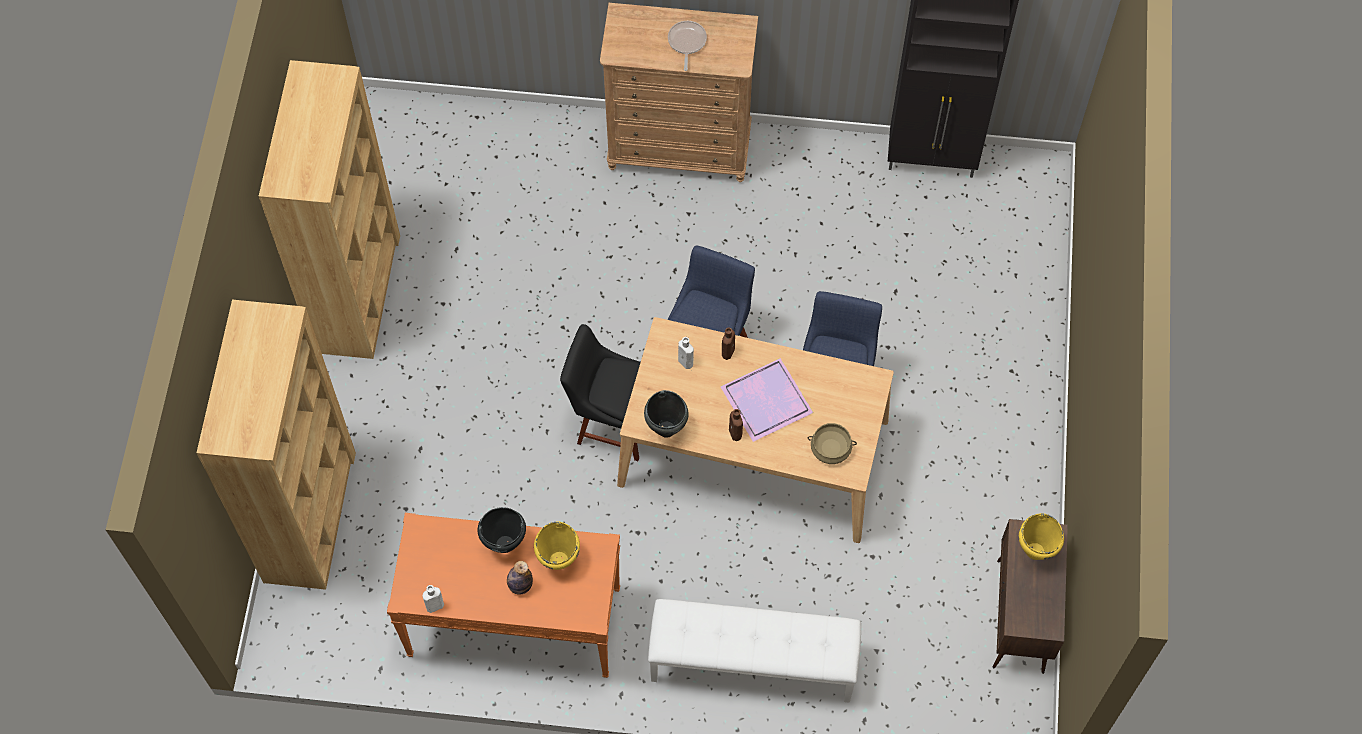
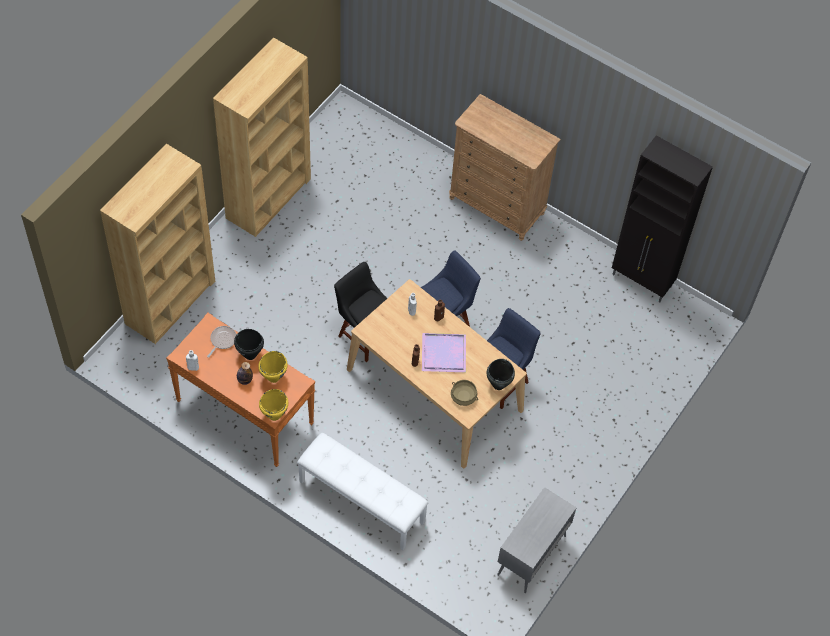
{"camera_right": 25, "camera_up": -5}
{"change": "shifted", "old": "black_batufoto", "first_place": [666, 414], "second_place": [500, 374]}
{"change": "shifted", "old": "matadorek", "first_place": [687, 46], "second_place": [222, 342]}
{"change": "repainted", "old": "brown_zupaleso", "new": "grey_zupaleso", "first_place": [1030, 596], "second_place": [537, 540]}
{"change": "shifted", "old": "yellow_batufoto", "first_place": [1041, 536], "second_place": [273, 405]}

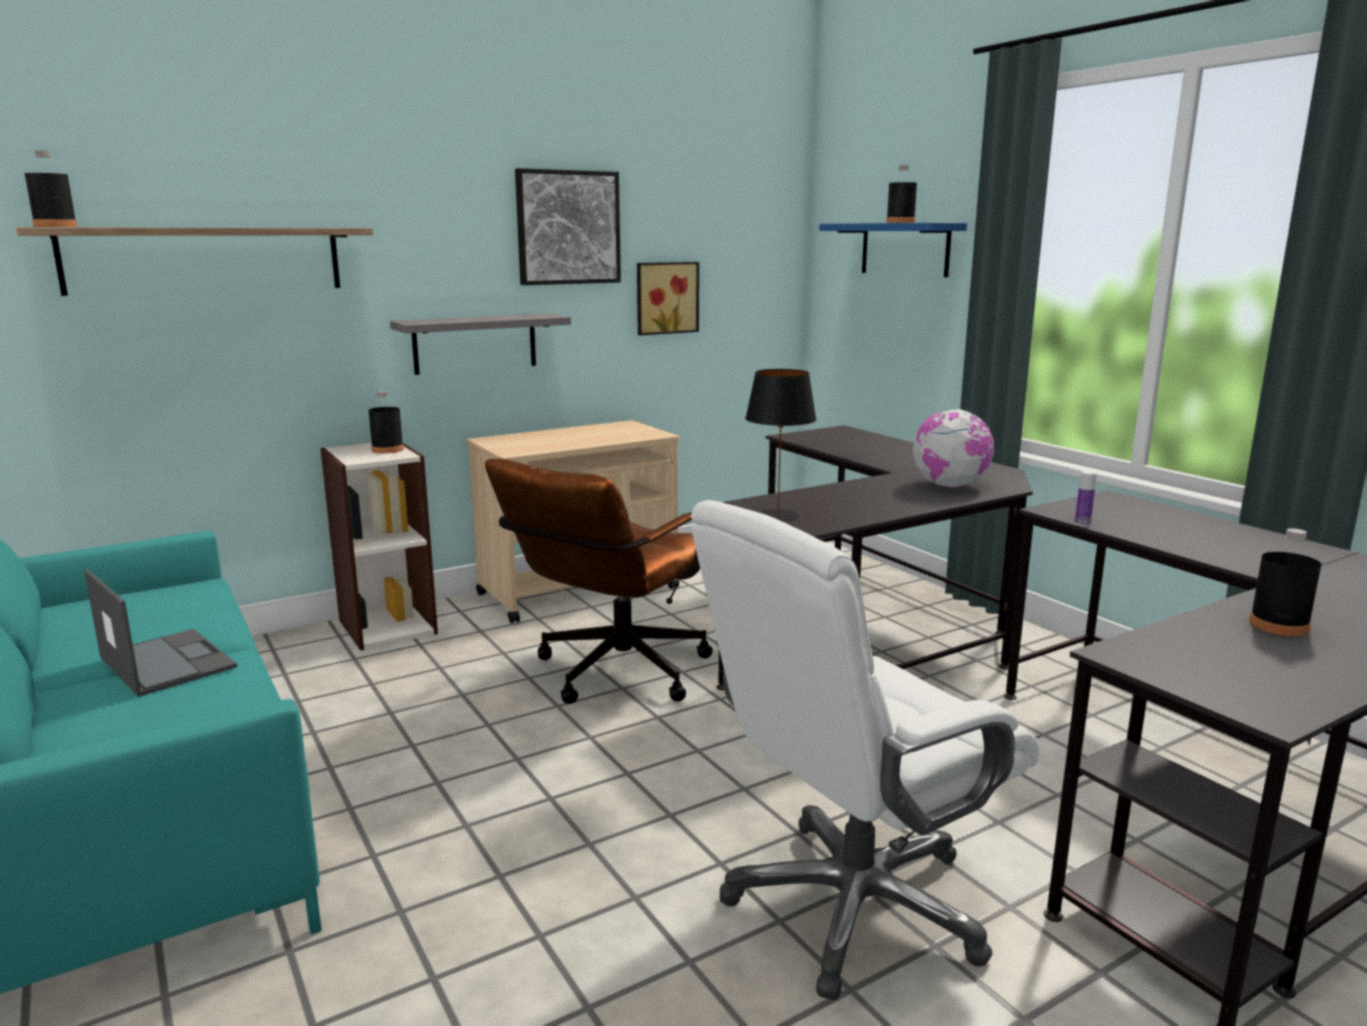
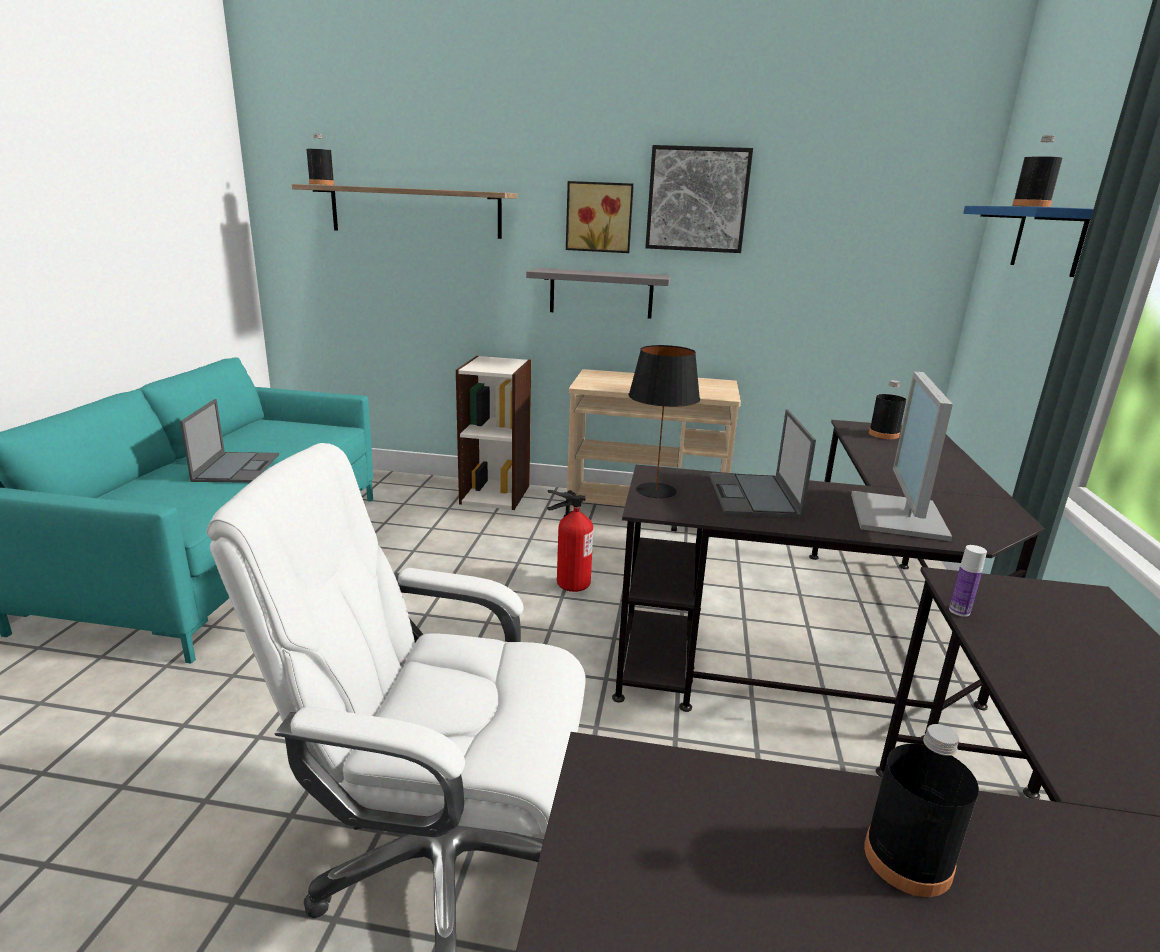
{"camera_right": 40, "camera_up": 5}
{"change": "shifted", "old": "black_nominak", "first_place": [386, 422], "second_place": [888, 409]}
{"change": "swapped", "old": "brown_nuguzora", "new": "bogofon", "first_place": [599, 581], "second_place": [570, 541]}
{"change": "shifted", "old": "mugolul", "first_place": [668, 298], "second_place": [600, 217]}
{"change": "swapped", "old": "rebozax", "new": "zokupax", "first_place": [953, 448], "second_place": [902, 456]}
{"change": "new", "new": "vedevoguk", "second_place": [762, 463]}

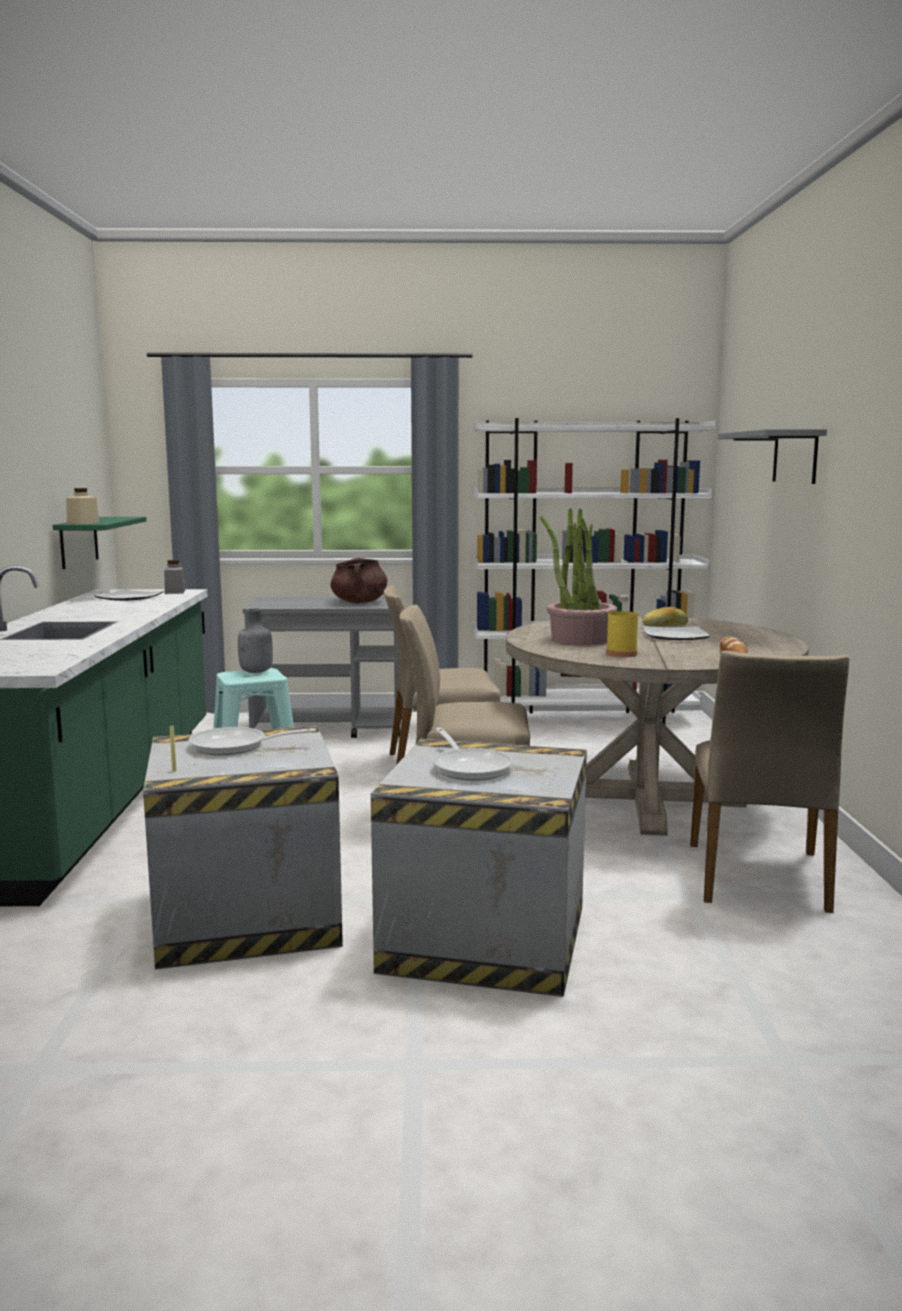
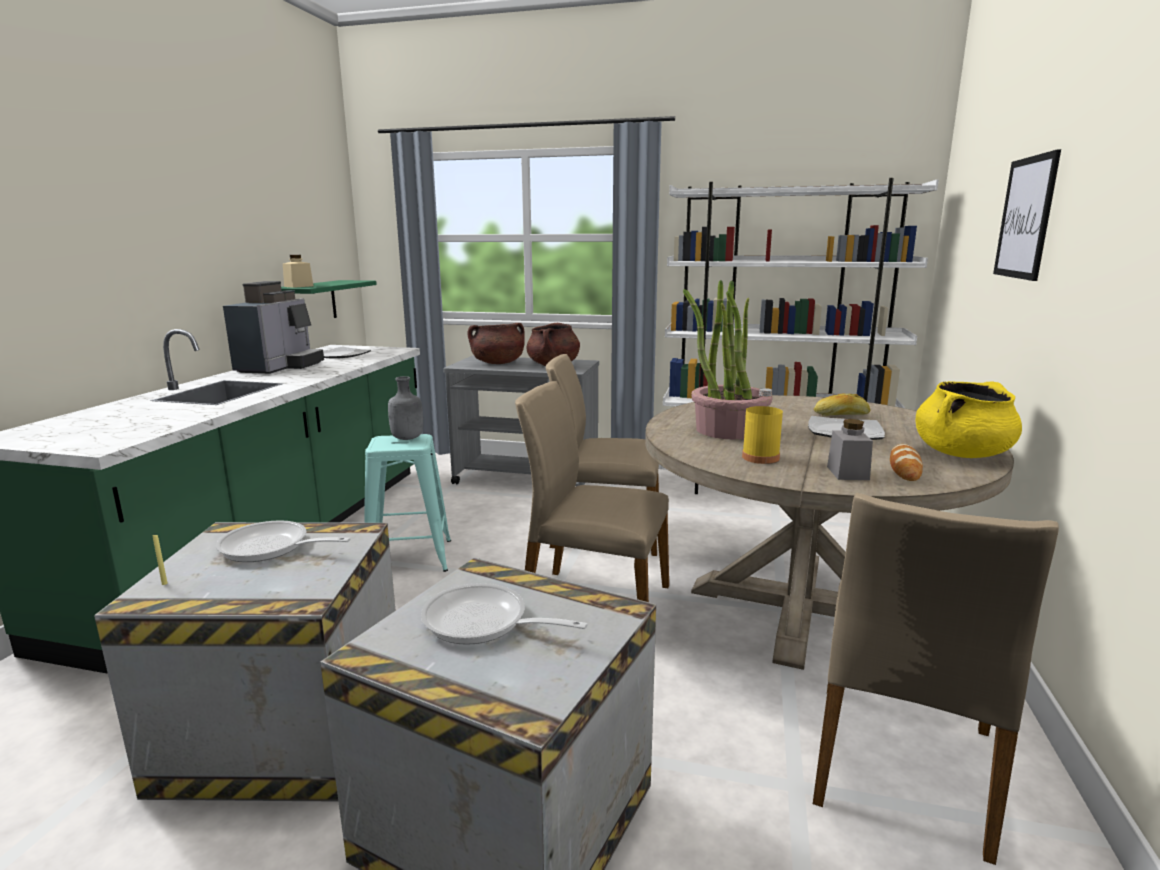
{"camera_right": 15, "camera_up": 5}
{"change": "shifted", "old": "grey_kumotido", "first_place": [174, 577], "second_place": [850, 449]}
{"change": "rotated", "old": "matadorek", "first_place": [473, 754], "second_place": [504, 614], "degrees": 120}
{"change": "swapped", "old": "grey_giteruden", "new": "mugolul", "first_place": [772, 456], "second_place": [1027, 215]}
{"change": "new", "new": "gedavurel", "second_place": [273, 327]}
{"change": "new", "new": "brown_batufoto", "second_place": [496, 343]}
{"change": "new", "new": "yellow_batufoto", "second_place": [968, 419]}

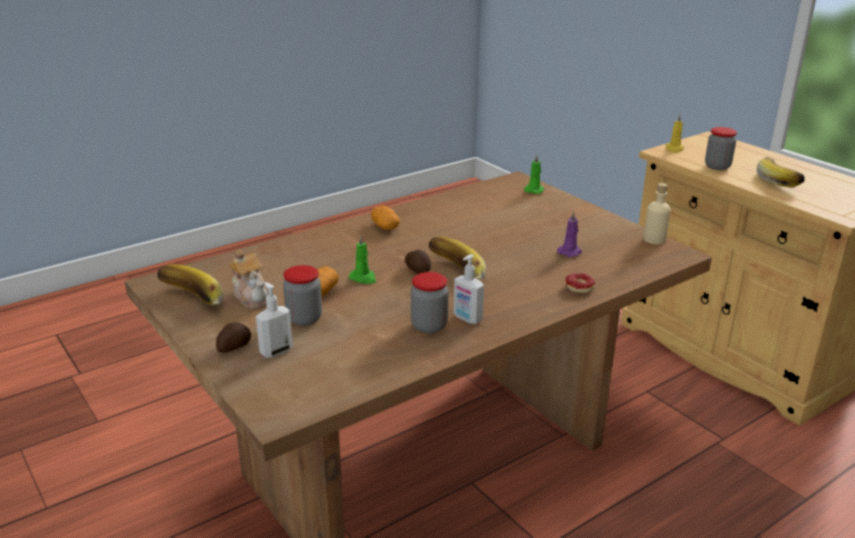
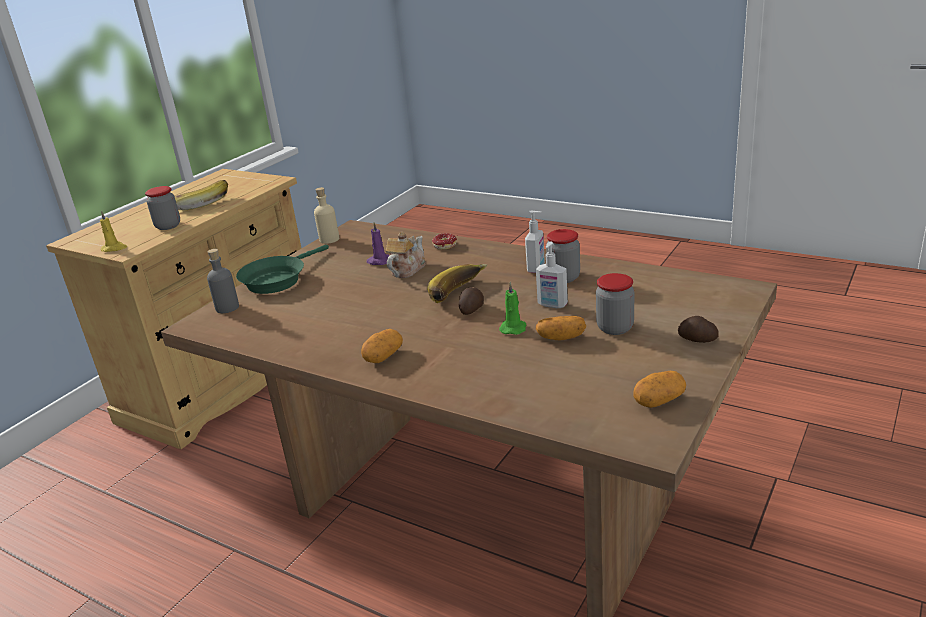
{"camera_right": -110, "camera_up": 0}
{"change": "swapped", "old": "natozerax", "new": "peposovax", "first_place": [190, 285], "second_place": [659, 389]}
{"change": "shifted", "old": "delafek", "first_place": [249, 279], "second_place": [406, 255]}
{"change": "shifted", "old": "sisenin", "first_place": [274, 320], "second_place": [552, 275]}
{"change": "swapped", "old": "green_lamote", "new": "grey_nominak", "first_place": [534, 174], "second_place": [223, 281]}
{"change": "new", "new": "green_matadorek", "second_place": [282, 269]}

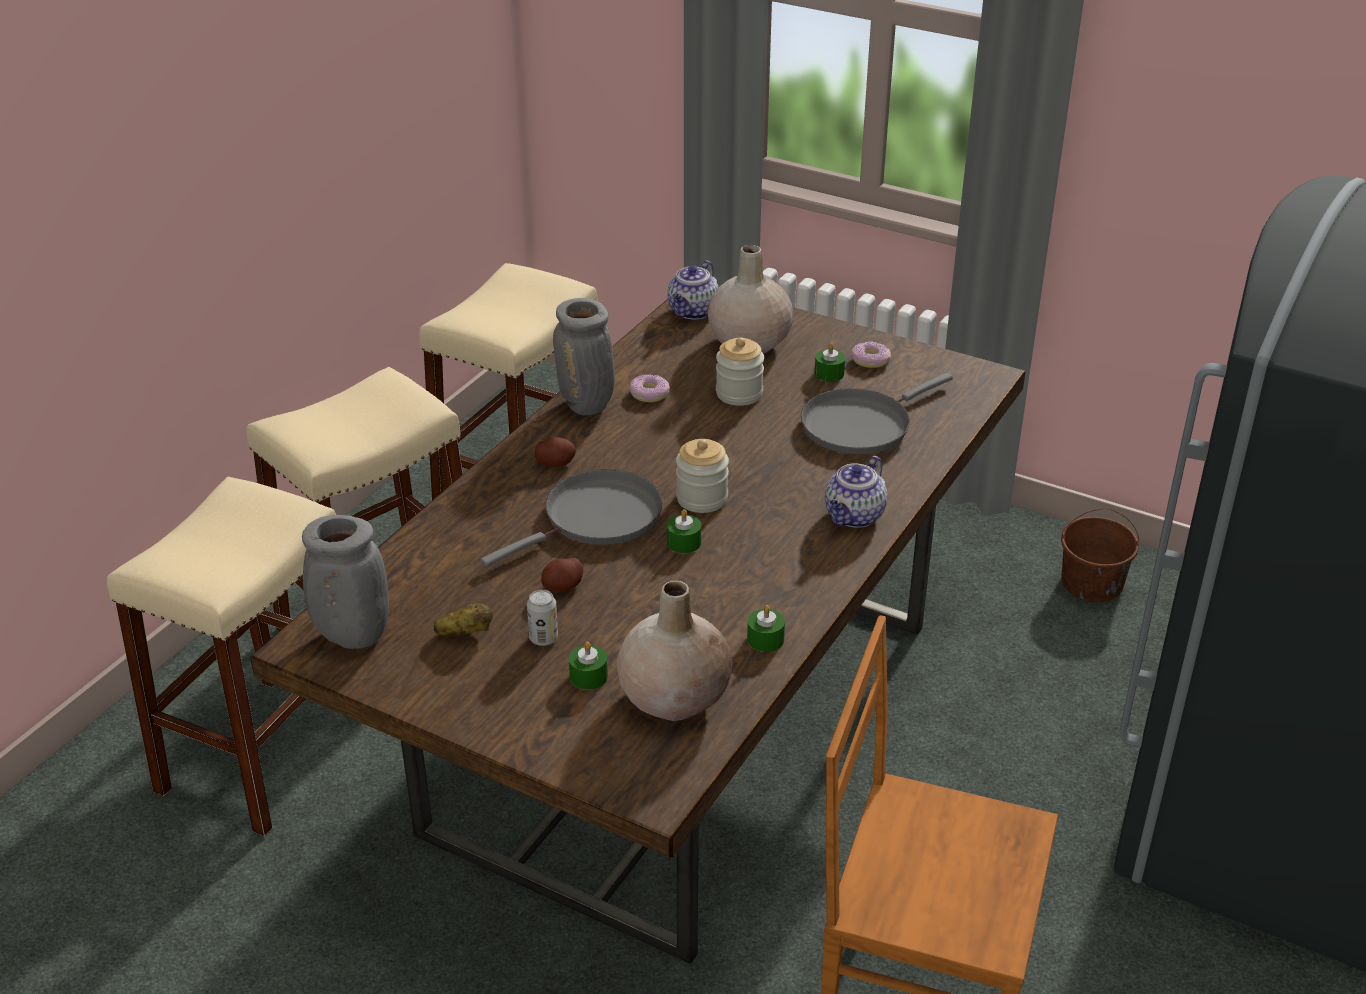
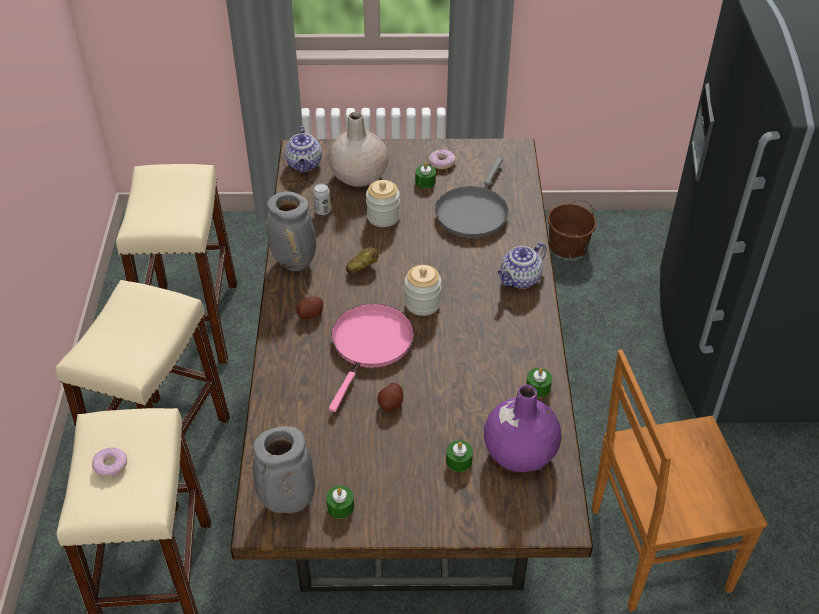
{"camera_right": -30, "camera_up": 10}
{"change": "shifted", "old": "peposovax", "first_place": [463, 619], "second_place": [362, 260]}
{"change": "repainted", "old": "grey_matadorek", "new": "pink_matadorek", "first_place": [571, 518], "second_place": [371, 358]}
{"change": "shifted", "old": "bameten", "first_place": [542, 618], "second_place": [322, 199]}
{"change": "repainted", "old": "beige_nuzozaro", "new": "purple_nuzozaro", "first_place": [675, 651], "second_place": [522, 428]}
{"change": "shifted", "old": "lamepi", "first_place": [649, 388], "second_place": [109, 462]}
{"change": "shifted", "old": "green_lamote", "first_place": [684, 531], "second_place": [340, 502]}
{"change": "rotated", "old": "delafek", "first_place": [856, 492], "second_place": [522, 265], "degrees": 45}

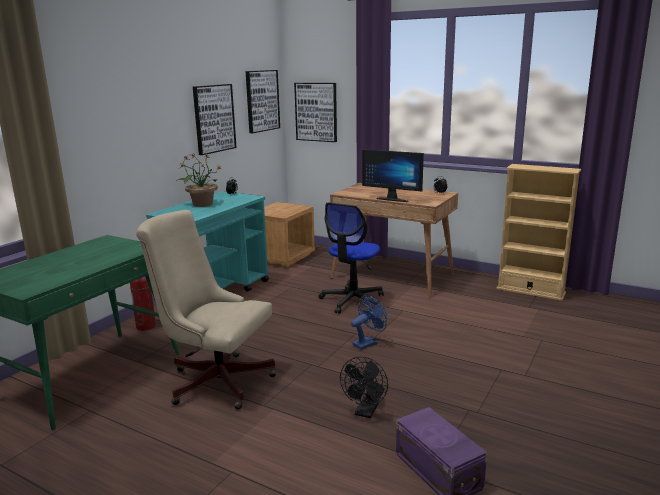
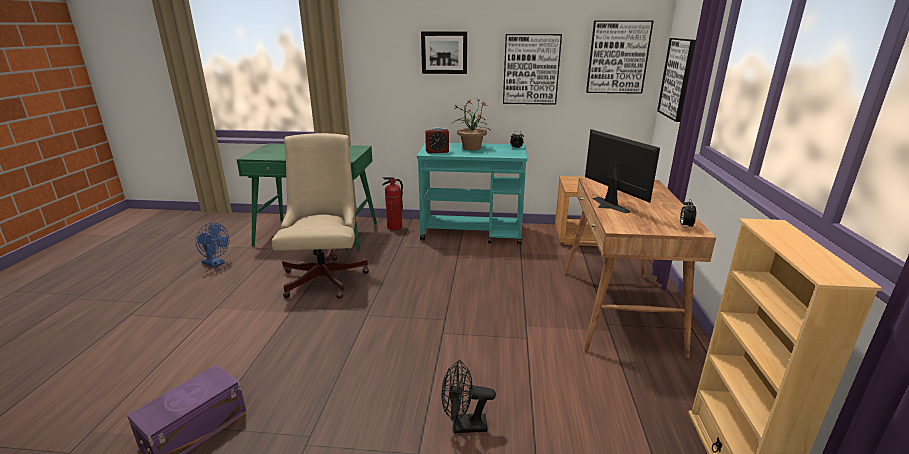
{"camera_right": 65, "camera_up": 5}
{"change": "gone", "old": "nuguzora", "first_place": [351, 258]}
{"change": "shifted", "old": "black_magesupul", "first_place": [364, 387], "second_place": [469, 396]}
{"change": "shifted", "old": "blue_magesupul", "first_place": [369, 322], "second_place": [212, 245]}
{"change": "rotated", "old": "zokupax", "first_place": [393, 175], "second_place": [622, 171], "degrees": 150}
{"change": "new", "new": "mugolul", "second_place": [444, 52]}
{"change": "new", "new": "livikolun", "second_place": [437, 140]}

